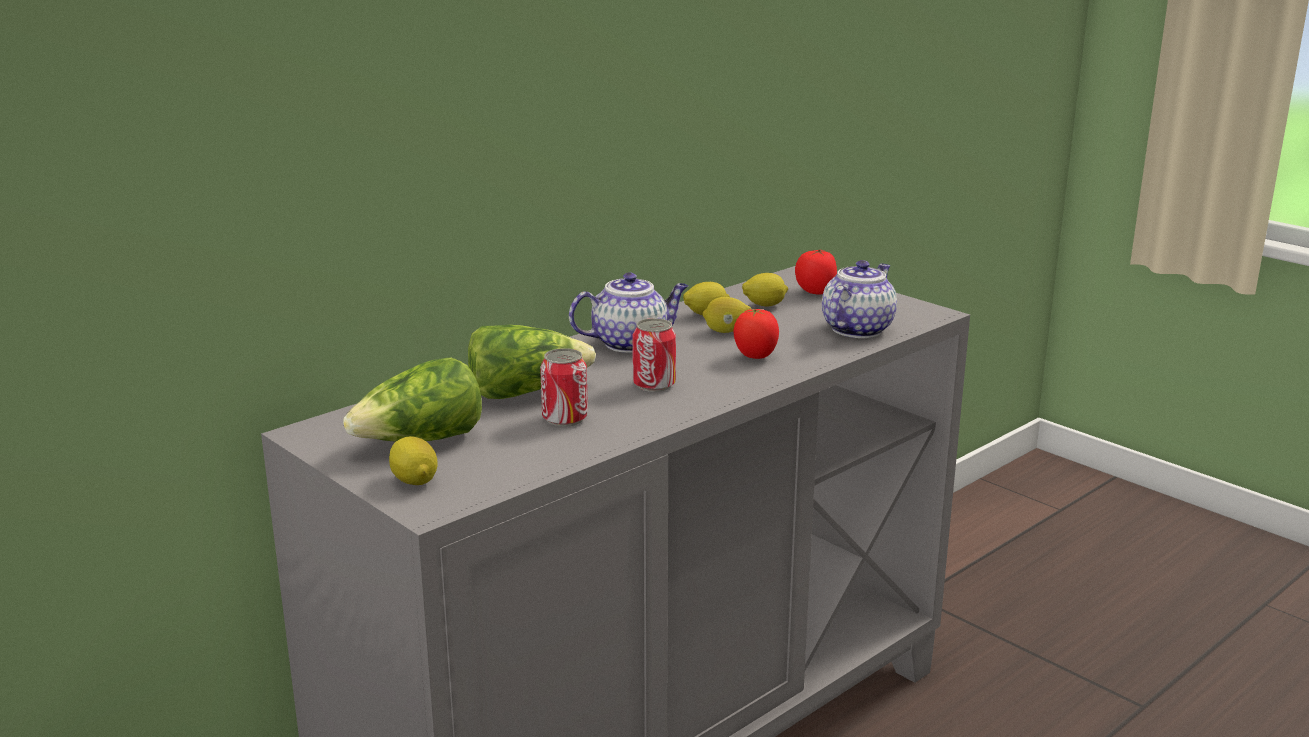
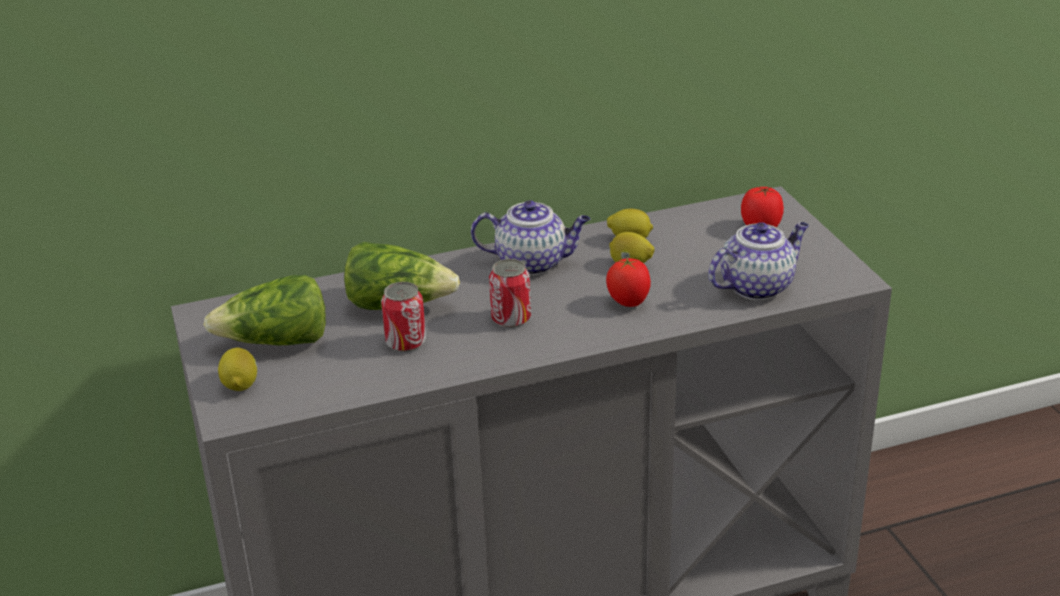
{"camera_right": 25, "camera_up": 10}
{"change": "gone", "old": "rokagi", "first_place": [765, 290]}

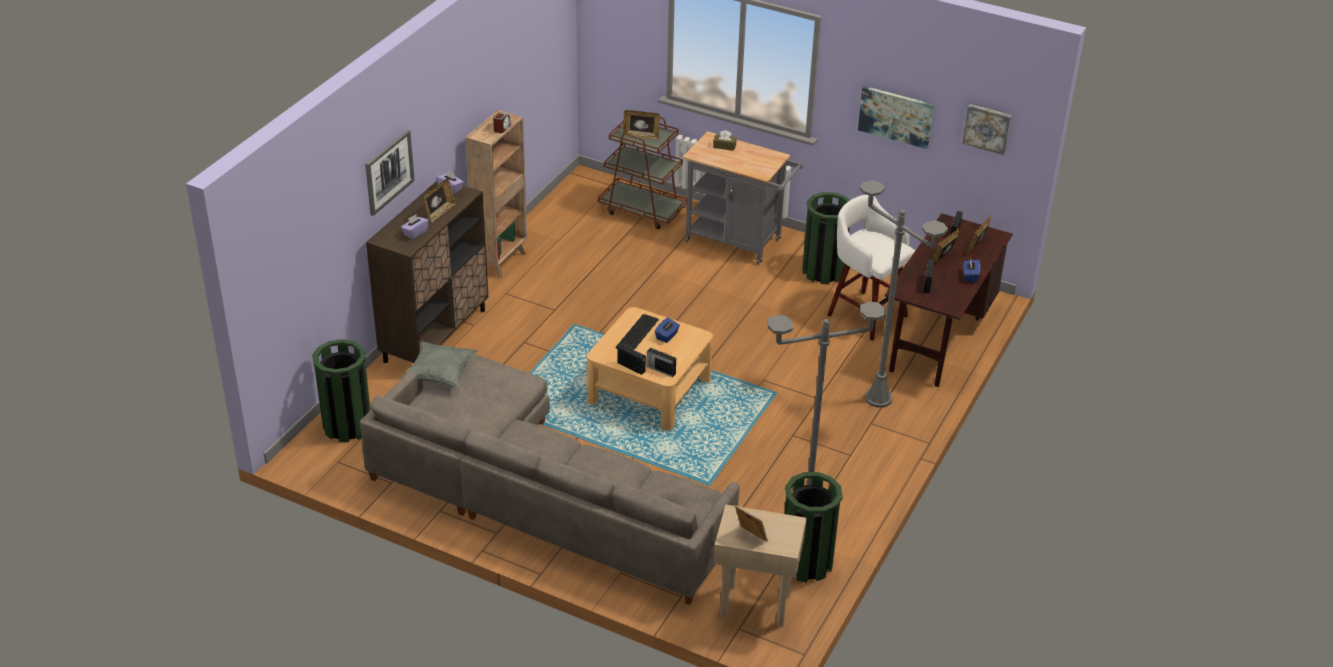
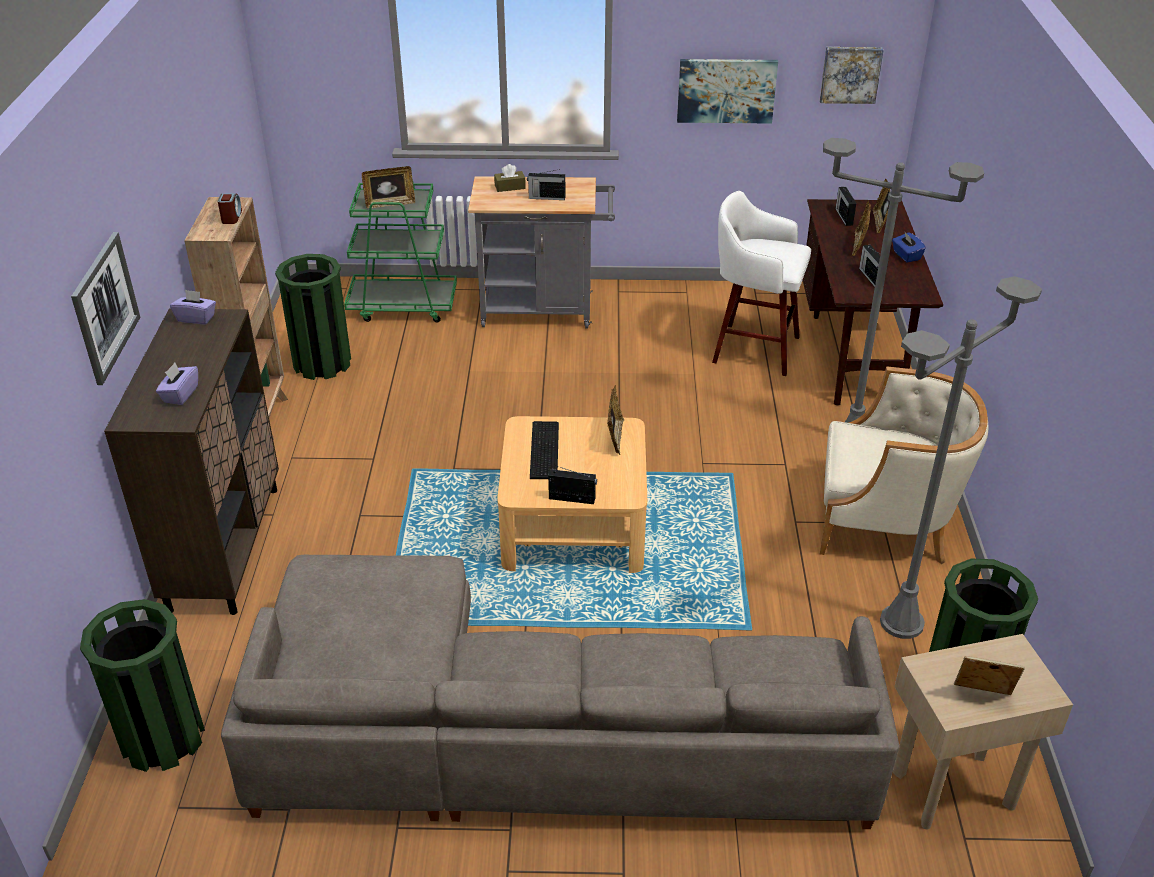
{"camera_right": -25, "camera_up": 0}
{"change": "gone", "old": "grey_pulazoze", "first_place": [439, 364]}
{"change": "shifted", "old": "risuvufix", "first_place": [440, 200], "second_place": [615, 420]}
{"change": "repainted", "old": "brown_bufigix", "new": "green_bufigix", "first_place": [642, 173], "second_place": [400, 252]}
{"change": "shifted", "old": "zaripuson", "first_place": [661, 362], "second_place": [546, 184]}
{"change": "gone", "old": "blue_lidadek", "first_place": [667, 330]}
{"change": "shifted", "old": "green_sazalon", "first_place": [826, 238], "second_place": [313, 317]}
{"change": "new", "new": "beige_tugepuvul", "second_place": [904, 465]}

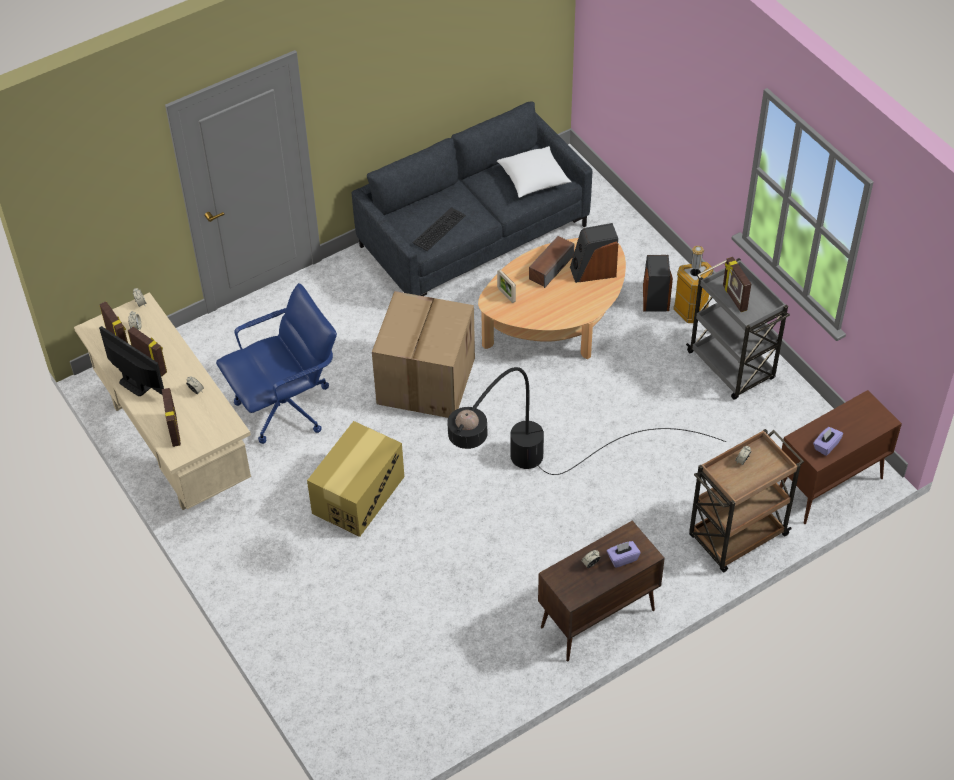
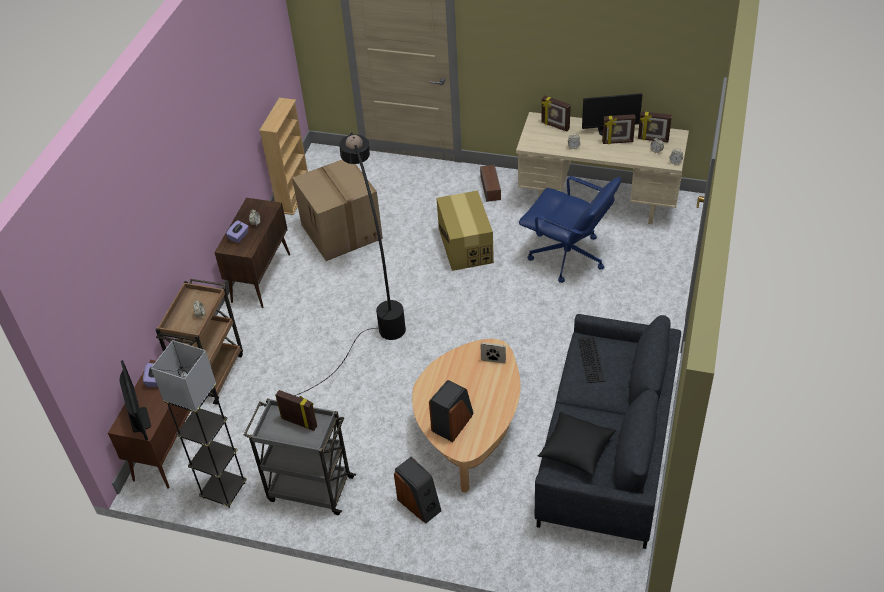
{"camera_right": 140, "camera_up": -5}
{"change": "rotated", "old": "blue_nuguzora", "first_place": [276, 363], "second_place": [570, 229], "degrees": -75}
{"change": "shifted", "old": "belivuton", "first_place": [423, 354], "second_place": [337, 210]}
{"change": "repainted", "old": "white_pulazoze", "new": "black_pulazoze", "first_place": [534, 172], "second_place": [577, 444]}
{"change": "shifted", "old": "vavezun", "first_place": [551, 262], "second_place": [490, 183]}
{"change": "gone", "old": "sazalon", "first_place": [693, 284]}
{"change": "new", "new": "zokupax", "second_place": [135, 400]}
{"change": "new", "new": "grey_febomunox", "second_place": [199, 424]}
{"change": "new", "new": "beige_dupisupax", "second_place": [283, 156]}

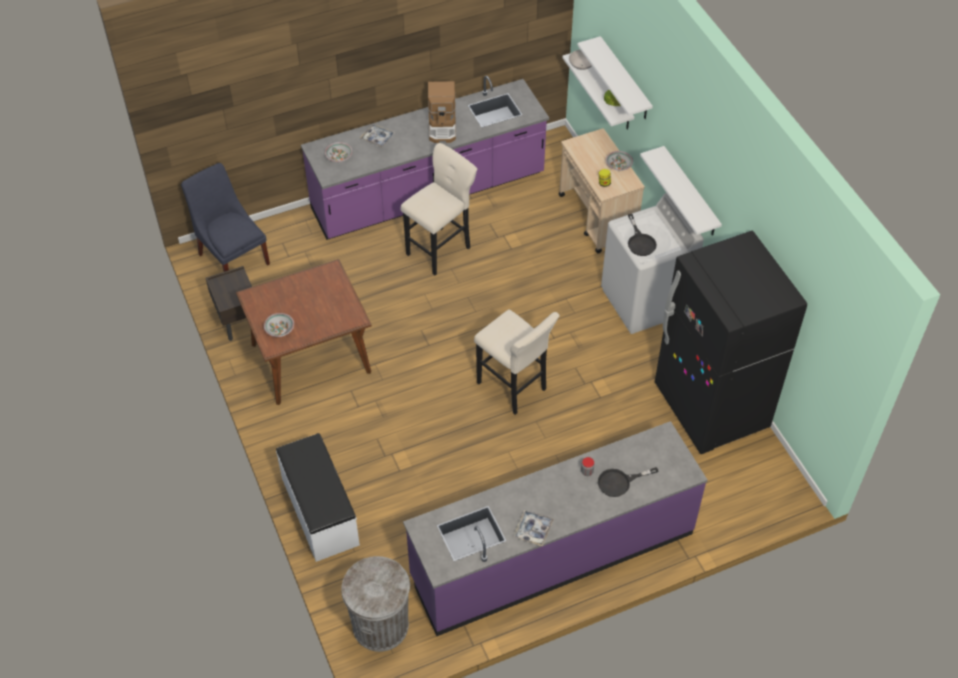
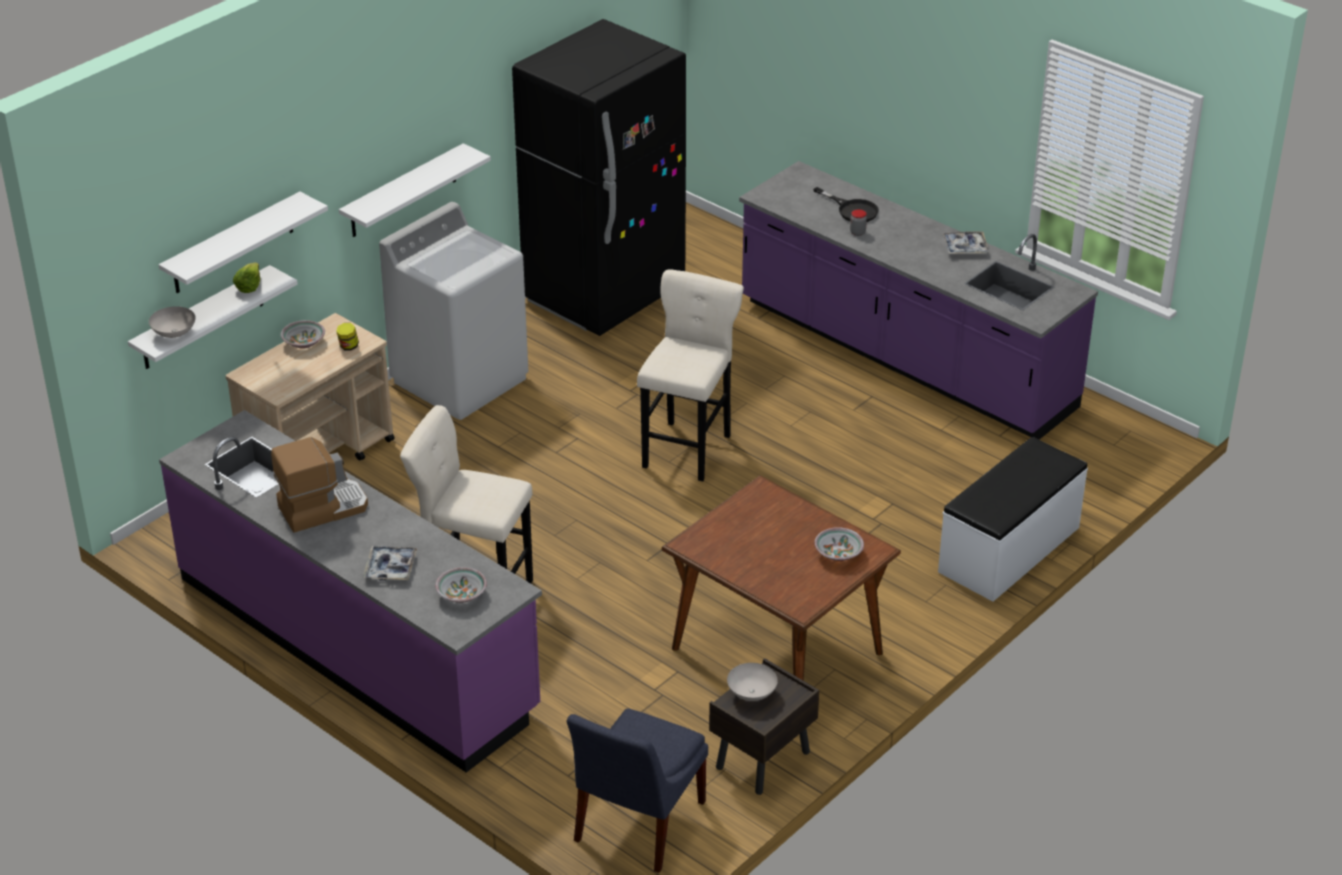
{"camera_right": -115, "camera_up": -15}
{"change": "gone", "old": "grey_sazalon", "first_place": [375, 604]}
{"change": "gone", "old": "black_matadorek", "first_place": [642, 235]}
{"change": "new", "new": "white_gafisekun", "second_place": [752, 682]}

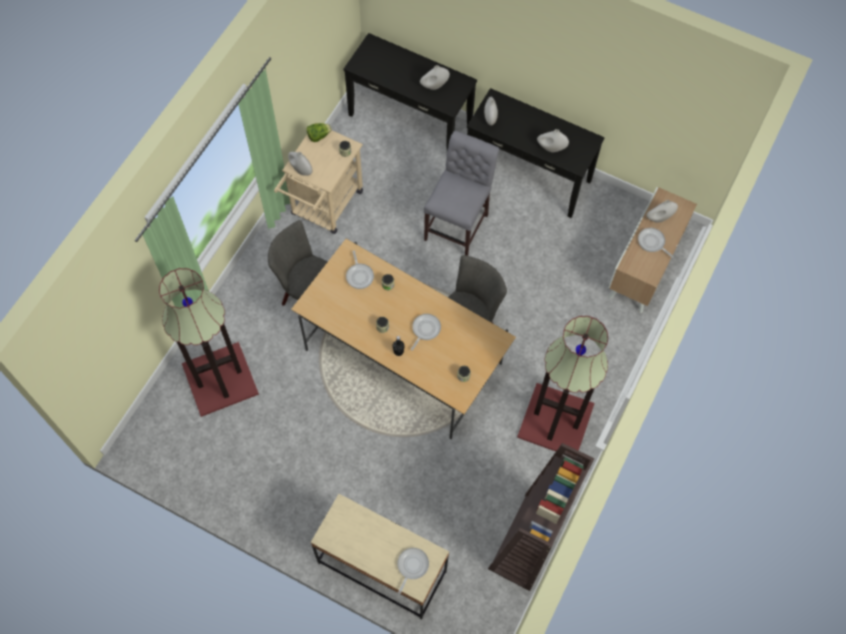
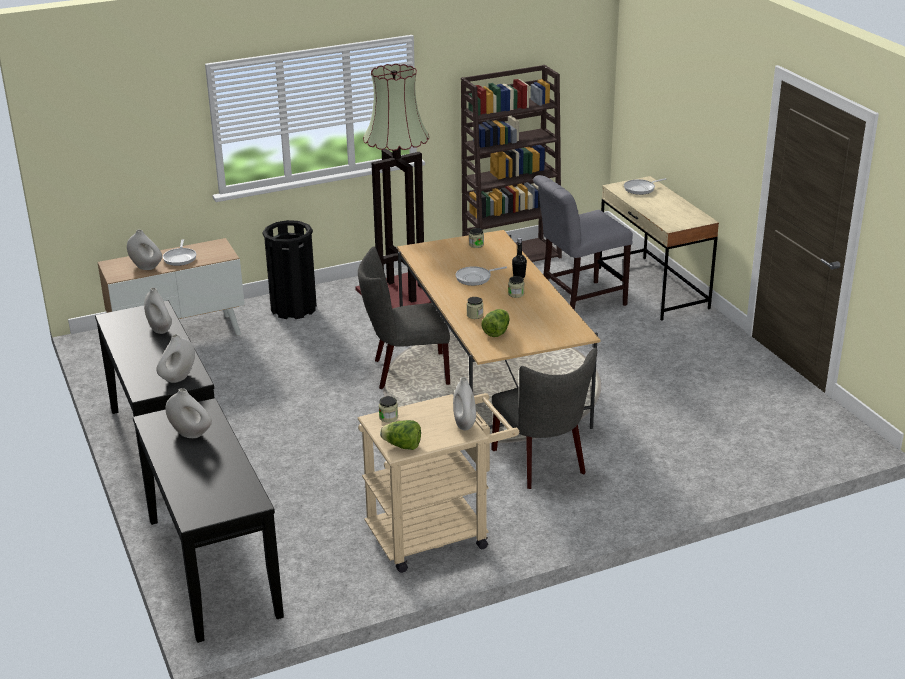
{"camera_right": -140, "camera_up": -35}
{"change": "gone", "old": "febomunox", "first_place": [209, 342]}
{"change": "swapped", "old": "matadorek", "new": "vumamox", "first_place": [360, 269], "second_place": [495, 323]}
{"change": "shifted", "old": "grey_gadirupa", "first_place": [462, 193], "second_place": [583, 242]}
{"change": "new", "new": "black_sazalon", "second_place": [289, 269]}

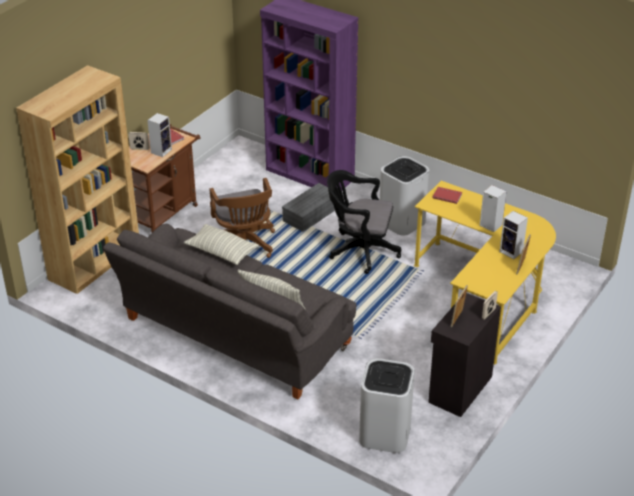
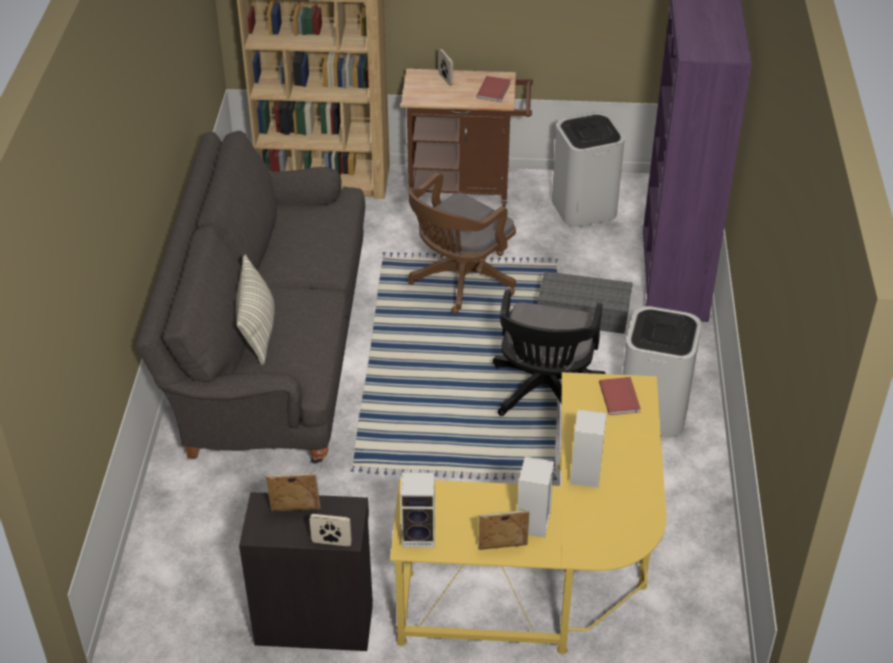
{"camera_right": 60, "camera_up": 5}
{"change": "shifted", "old": "vavezun", "first_place": [159, 135], "second_place": [417, 510]}
{"change": "gone", "old": "pulazoze", "first_place": [221, 244]}
{"change": "rotated", "old": "black_nuguzora", "first_place": [364, 222], "second_place": [549, 353], "degrees": -150}
{"change": "shifted", "old": "white_sazalon", "first_place": [387, 405], "second_place": [588, 169]}

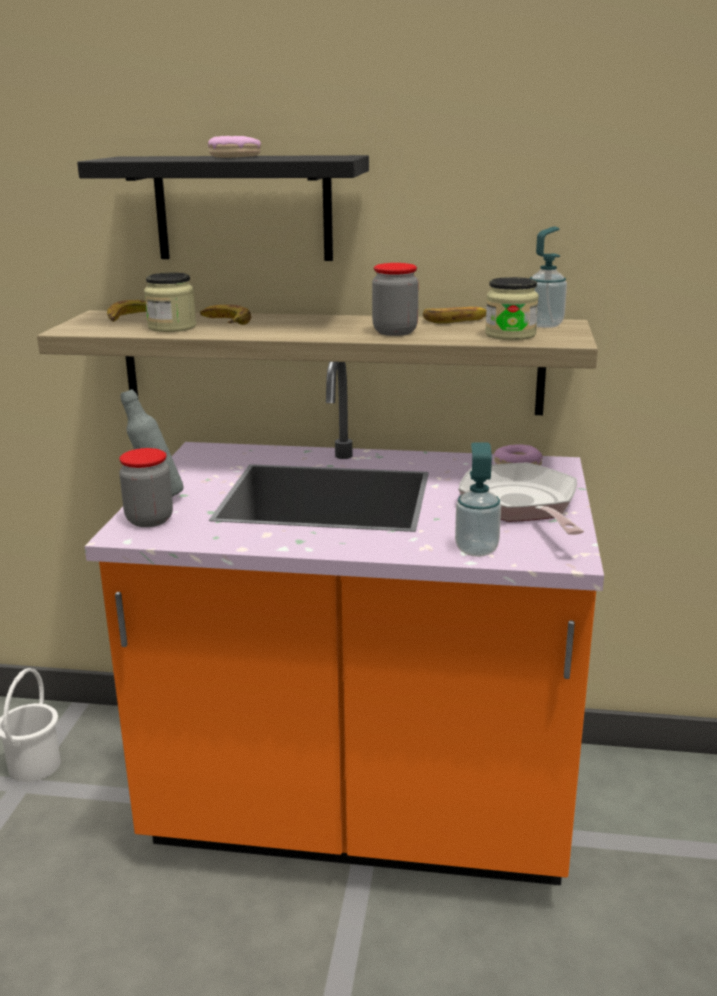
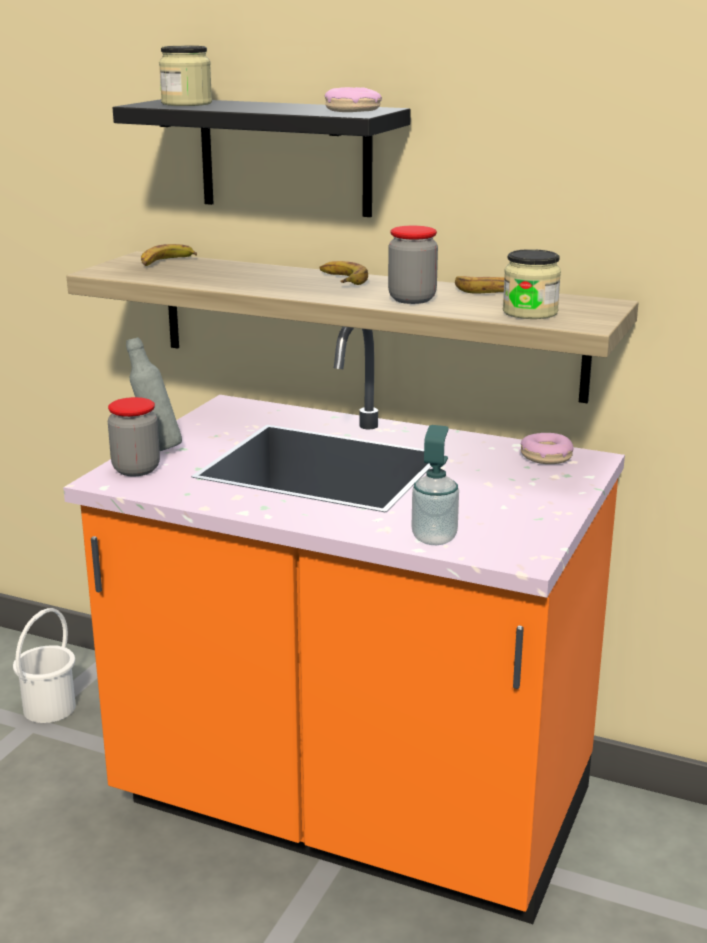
{"camera_right": 15, "camera_up": 0}
{"change": "shifted", "old": "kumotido", "first_place": [170, 302], "second_place": [185, 76]}
{"change": "shifted", "old": "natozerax", "first_place": [225, 315], "second_place": [343, 273]}
{"change": "shifted", "old": "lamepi", "first_place": [234, 147], "second_place": [353, 99]}
{"change": "gone", "old": "matadorek", "first_place": [521, 498]}
{"change": "gone", "old": "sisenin", "first_place": [548, 277]}

